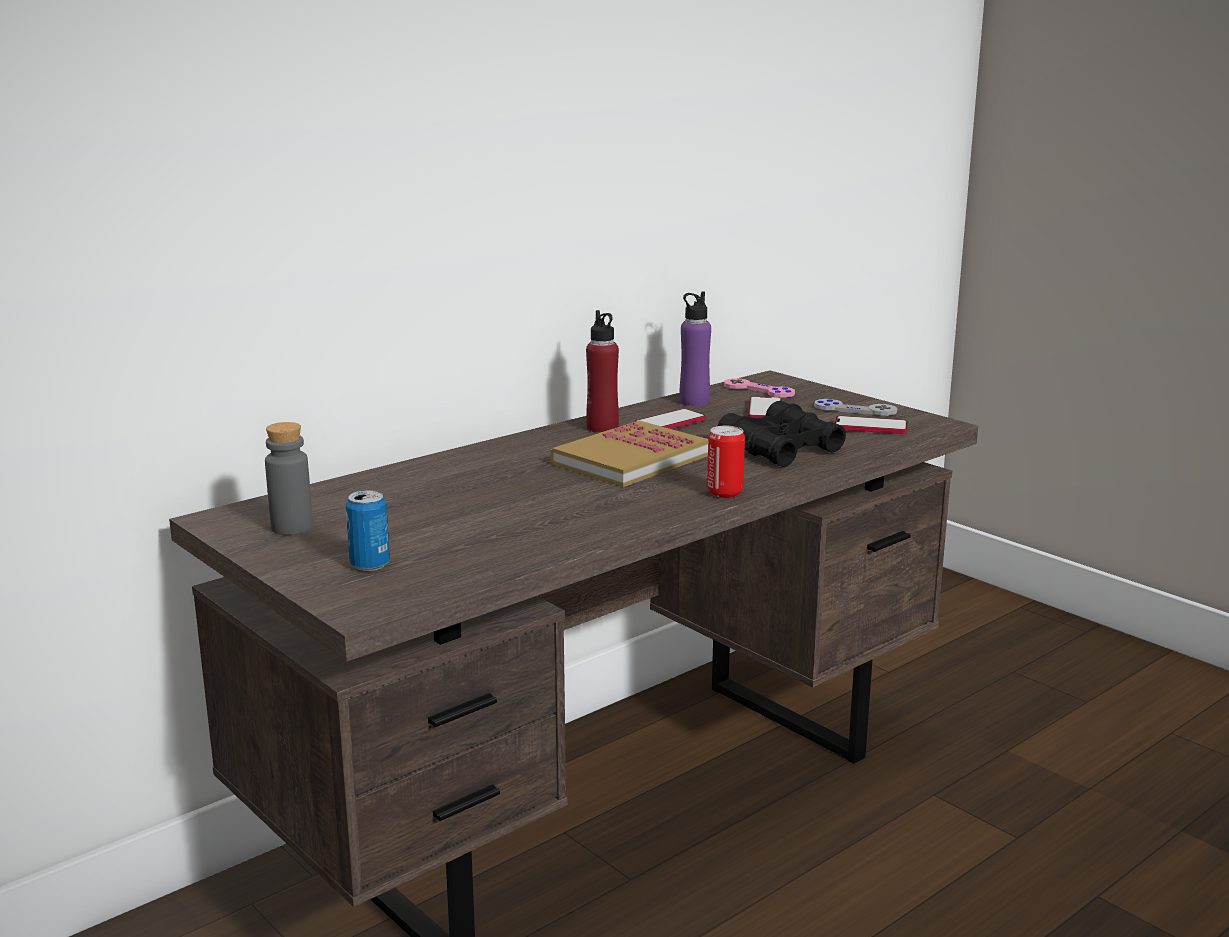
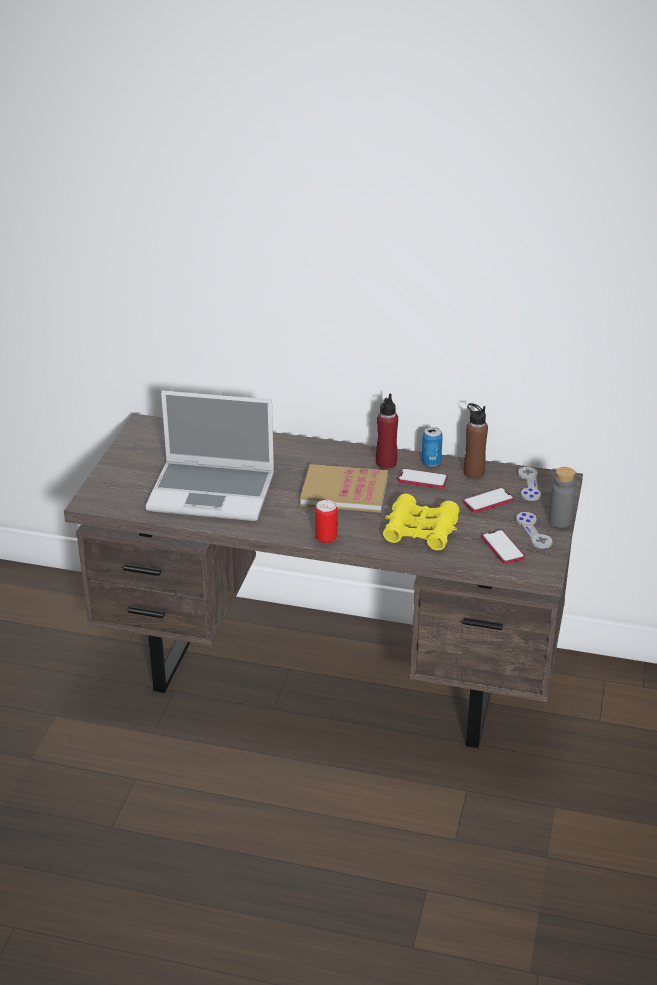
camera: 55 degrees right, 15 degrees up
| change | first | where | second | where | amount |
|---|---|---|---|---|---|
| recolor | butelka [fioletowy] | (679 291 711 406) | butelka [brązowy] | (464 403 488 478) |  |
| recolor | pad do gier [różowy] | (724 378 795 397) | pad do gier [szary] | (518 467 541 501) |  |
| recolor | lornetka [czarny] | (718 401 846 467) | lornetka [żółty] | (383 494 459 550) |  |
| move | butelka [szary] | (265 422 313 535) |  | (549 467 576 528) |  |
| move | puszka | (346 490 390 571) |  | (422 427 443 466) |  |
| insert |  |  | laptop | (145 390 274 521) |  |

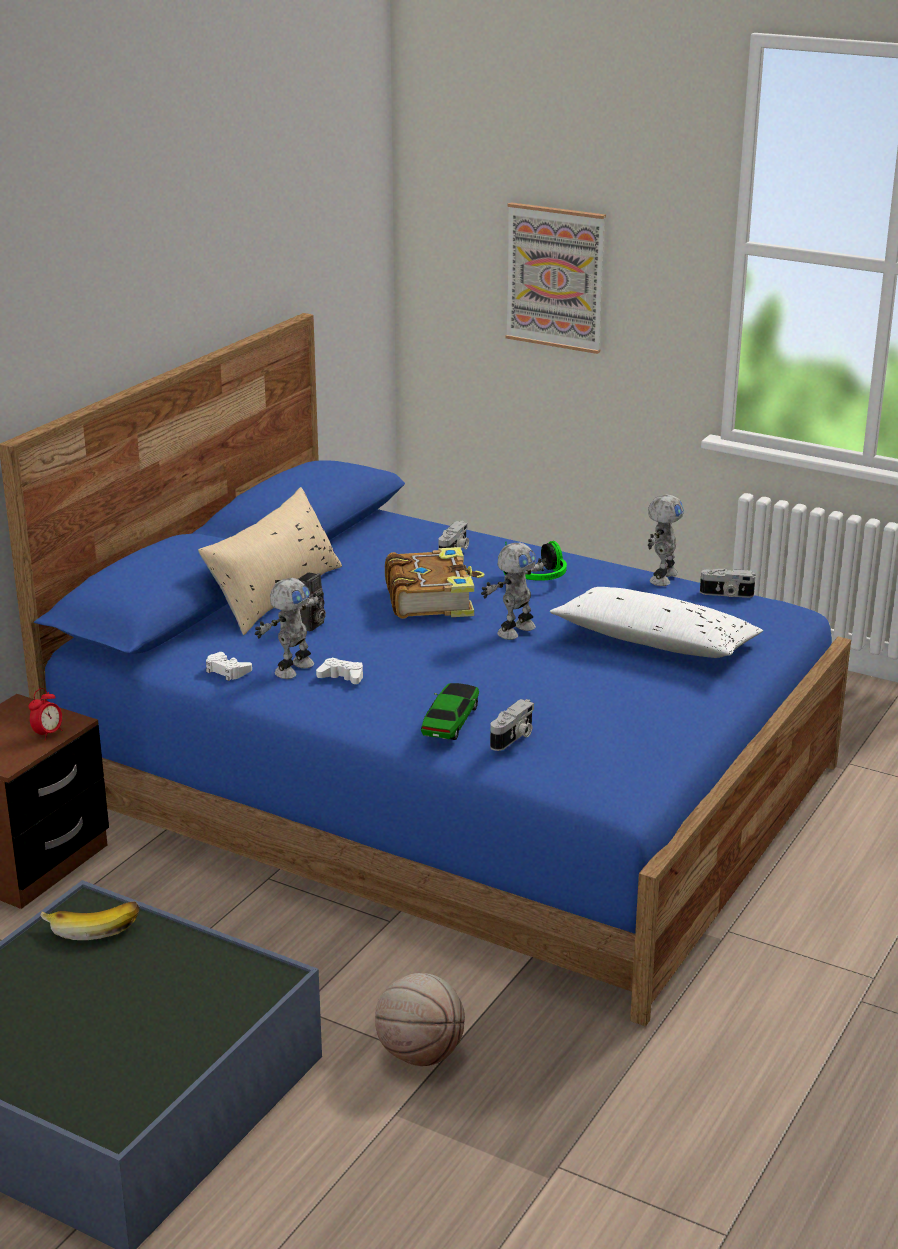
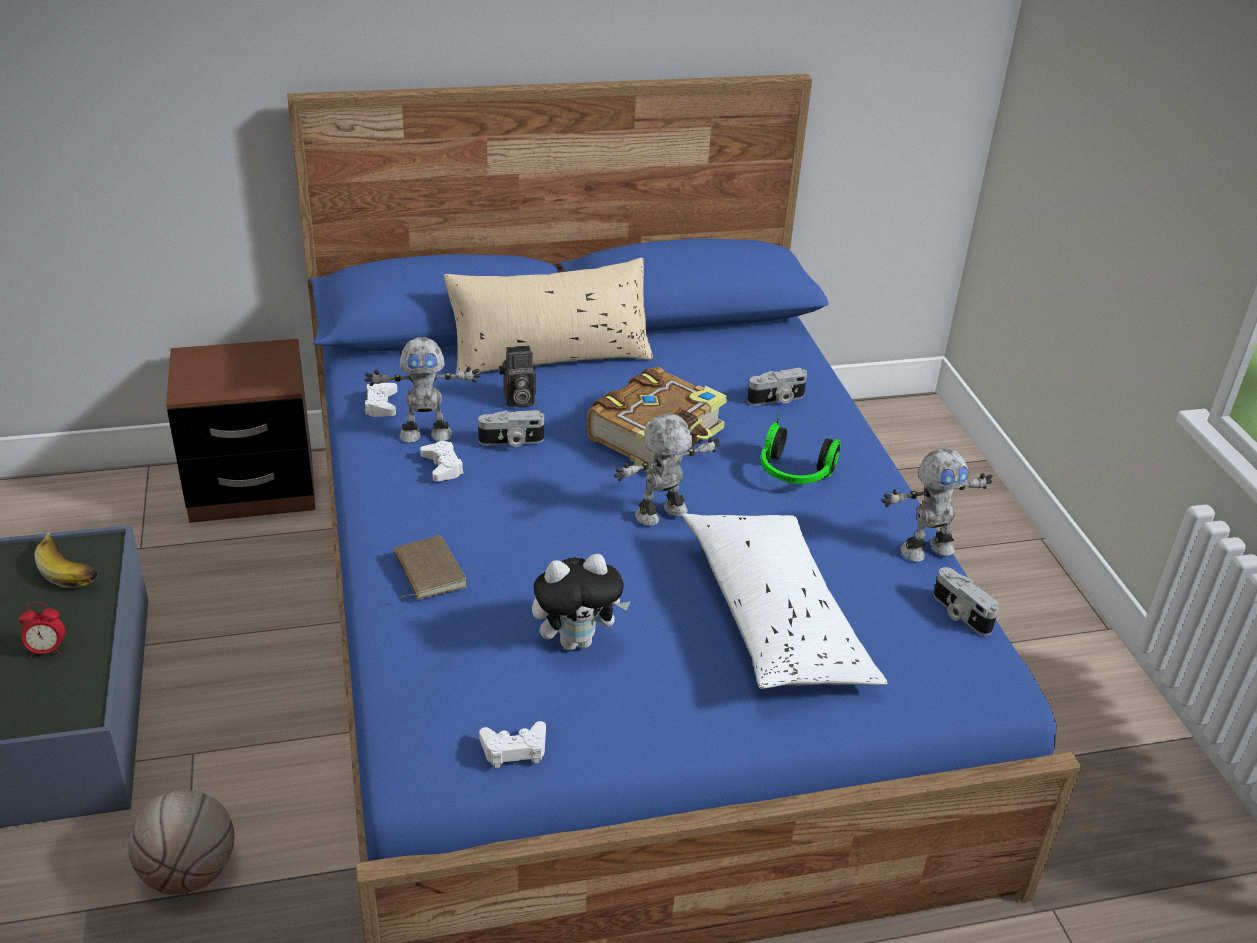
camera: 45 degrees right, 10 degrees up
| change | first | where | second | where | amount |
|---|---|---|---|---|---|
| delete | obraz | (505 202 606 354) |  |  |  |
| rotate | robot zabawkowy | (481 543 547 640) |  | (614 413 721 526) | 150 degrees clockwise |
| replace | samochodzik | (421 683 479 740) | książka [brązowy] | (394 535 467 600) |  |
| move | budzik | (29 688 62 741) |  | (18 602 65 658) |  |
| move | aparat fotograficzny | (490 699 534 751) |  | (478 410 544 447) |  |
| insert |  |  | pluszak | (532 554 631 650) |  |
| insert |  |  | pad do gier [biały] | (479 721 546 768) |  |

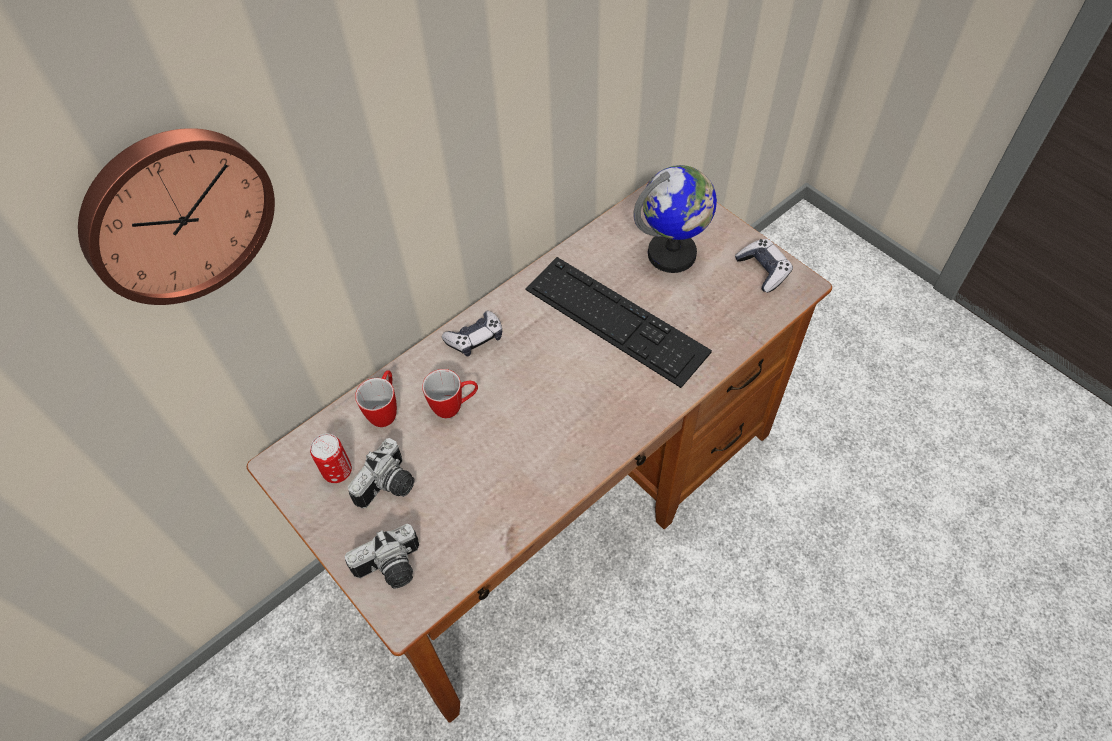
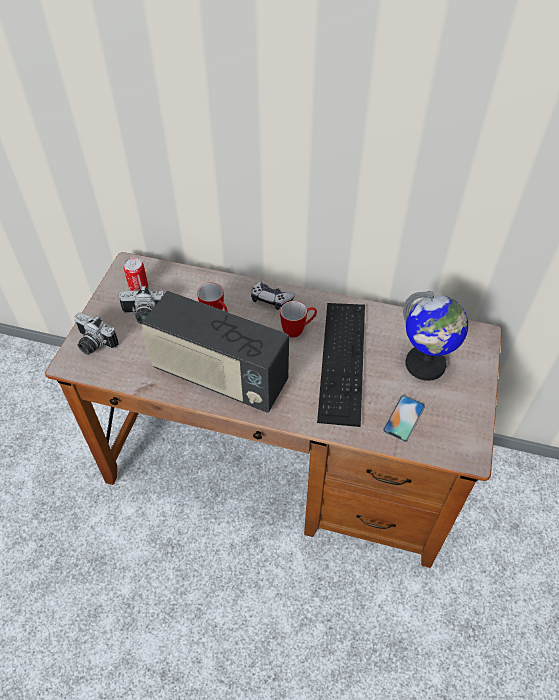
camera: 55 degrees right, 5 degrees down
| change | first | where | second | where | amount |
|---|---|---|---|---|---|
| delete | zegar ścienny | (78 128 275 305) |  |  |  |
| delete | pad do gier | (735 239 793 293) |  |  |  |
| move | kubek | (355 370 397 427) |  | (280 301 317 338) |  |
| insert |  |  | radio | (141 290 289 413) |  |
| insert |  |  | telefon | (383 395 425 442) |  |

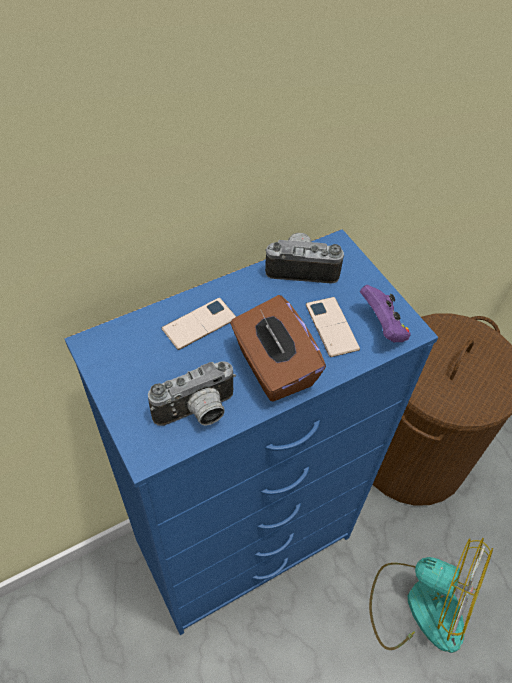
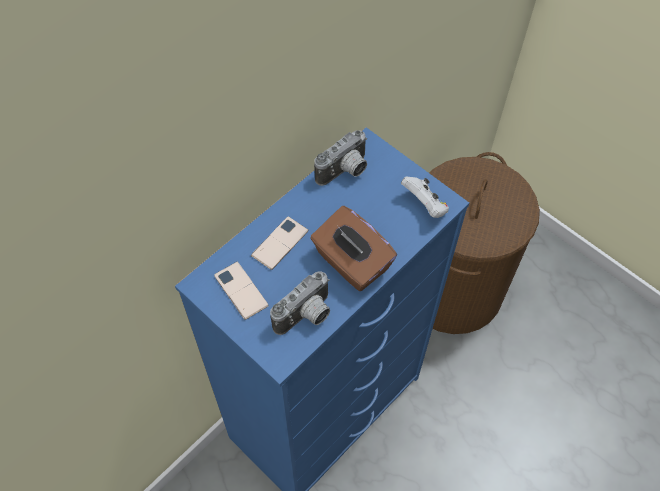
camera: 15 degrees left, 5 degrees up
| change | first | where | second | where | amount |
|---|---|---|---|---|---|
| rotate | aparat fotograficzny | (265 233 344 284) |  | (314 130 367 186) | 150 degrees clockwise |
| recolor | pad do gier [fioletowy] | (360 285 411 342) | pad do gier [biały] | (401 177 449 218) |  |
| move | telefon | (306 297 360 357) |  | (214 262 269 320) |  |
| delete | wentylator | (369 538 493 653) |  |  |  |

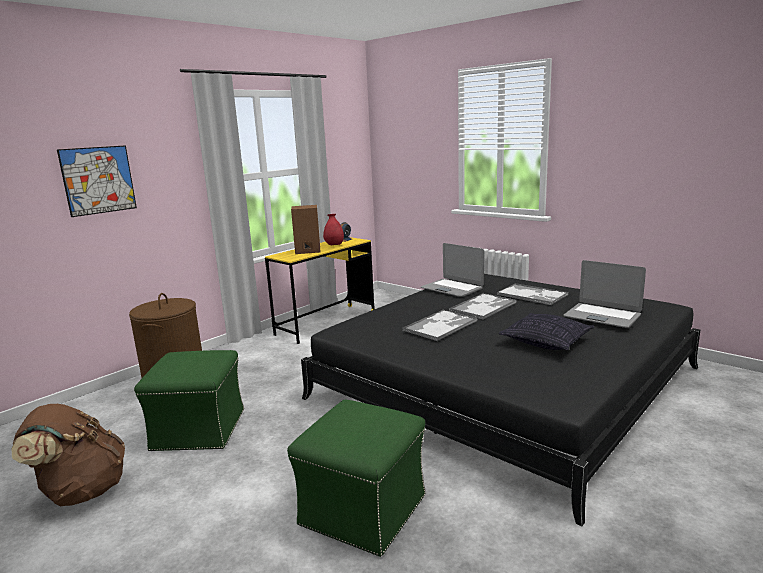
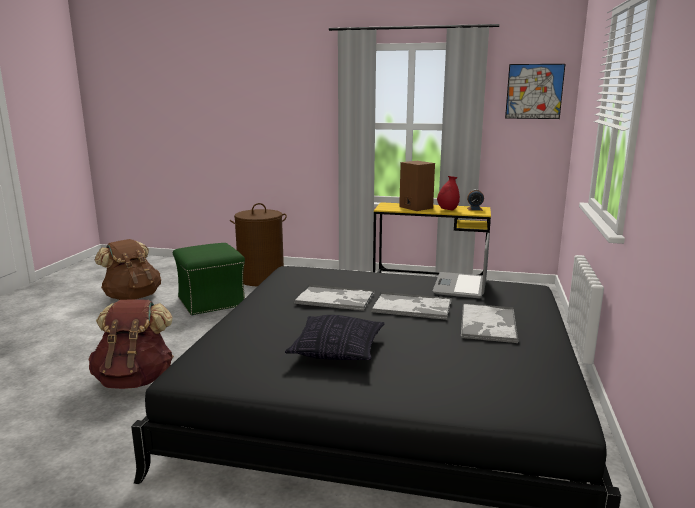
camera: 60 degrees right, 0 degrees up
| change | first | where | second | where | amount |
|---|---|---|---|---|---|
| move | obraz | (57 145 137 217) |  | (505 64 565 119) |  |
| delete | laptop | (563 260 646 328) |  |  |  |
| replace | pufa [zielony] | (287 400 425 557) | plecak [brązowy] | (88 300 174 389) |  |

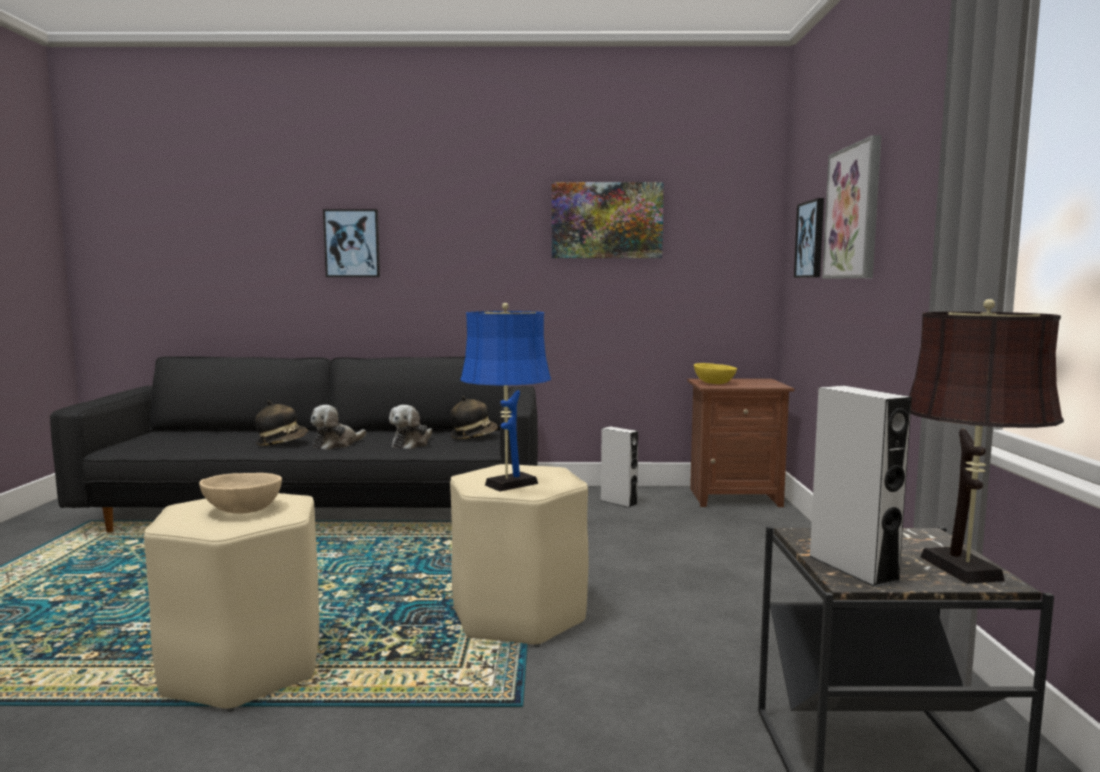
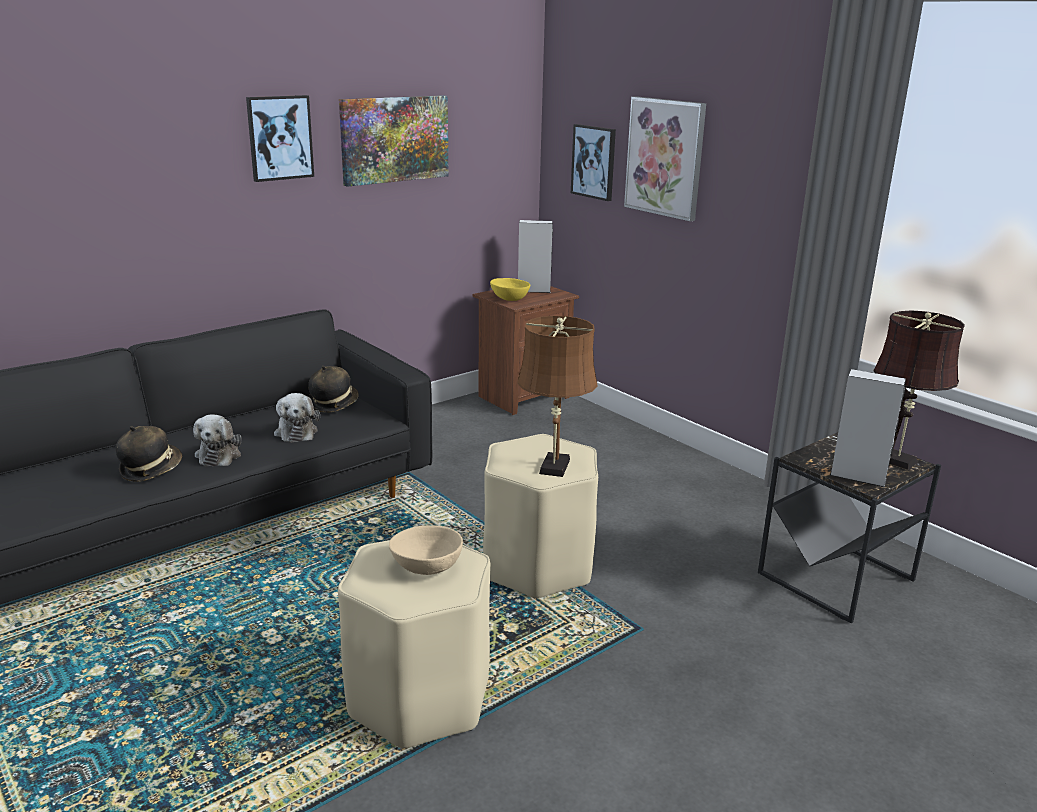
camera: 40 degrees left, 15 degrees up
| change | first | where | second | where | amount |
|---|---|---|---|---|---|
| move | obraz | (323 209 380 277) |  | (246 95 314 182) |  |
| recolor | lampa stołowa [niebieski] | (460 303 551 491) | lampa stołowa [brązowy] | (517 316 597 477) |  |
| move | głośnik [szary] | (601 426 638 508) |  | (518 220 553 293) |  |

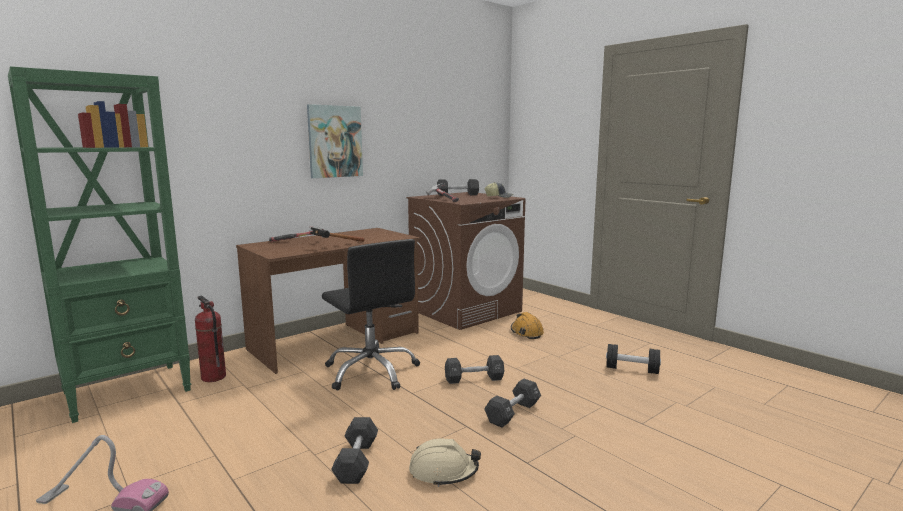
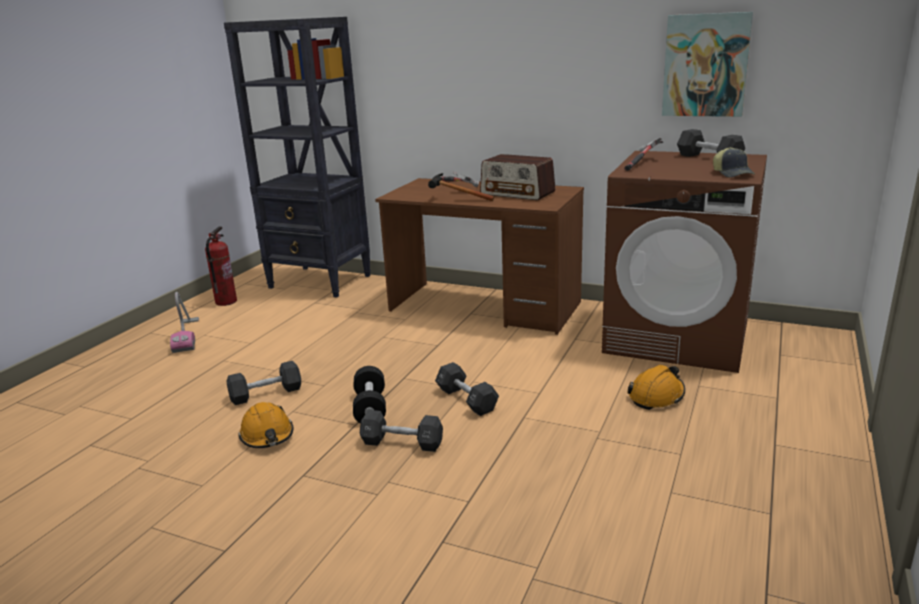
camera: 65 degrees right, 10 degrees up
| change | first | where | second | where | amount |
|---|---|---|---|---|---|
| recolor | regał [zielony] | (8 66 191 423) | regał [czarny] | (224 17 371 298) |  |
| move | obraz | (307 104 363 178) |  | (662 12 753 117) |  |
| delete | krzesło biurowe [czarny] | (322 239 420 391) |  |  |  |
| move | gaśnica | (195 296 226 382) |  | (205 226 237 306) |  |
| move | hantel [czarny] | (606 344 661 374) |  | (353 366 386 423) |  |
| recolor | kask [beżowy] | (409 439 481 487) | kask [pomarańczowy] | (238 402 293 448) |  |
| insert |  |  | radio | (480 154 555 200) |  |

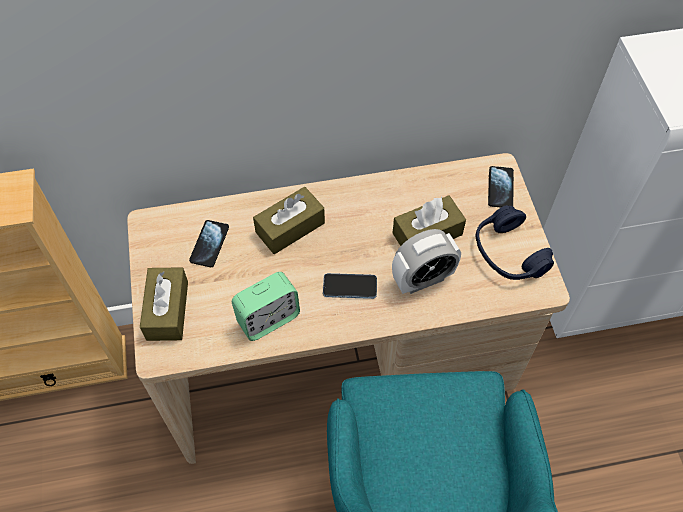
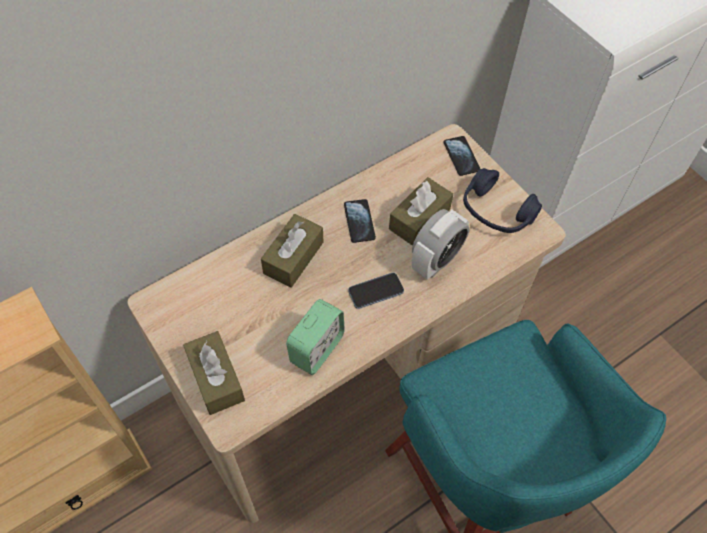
camera: 25 degrees left, 0 degrees up
| change | first | where | second | where | amount |
|---|---|---|---|---|---|
| move | telefon | (189 220 229 267) |  | (344 199 376 243) |  |

